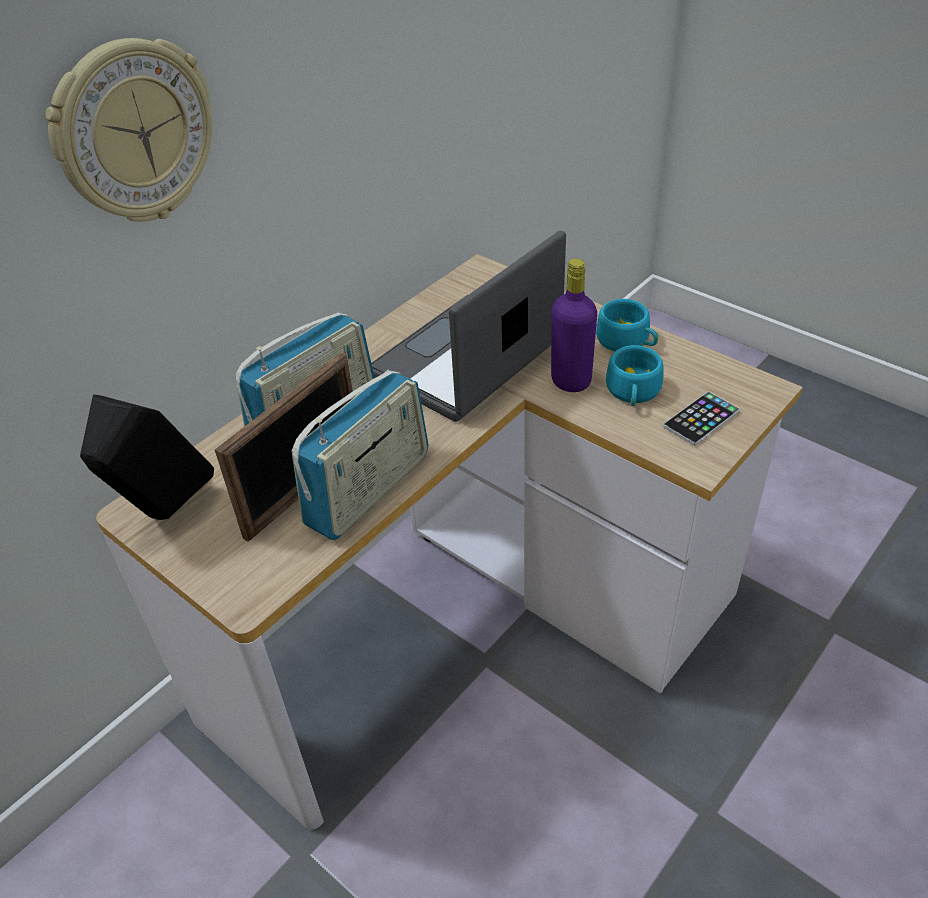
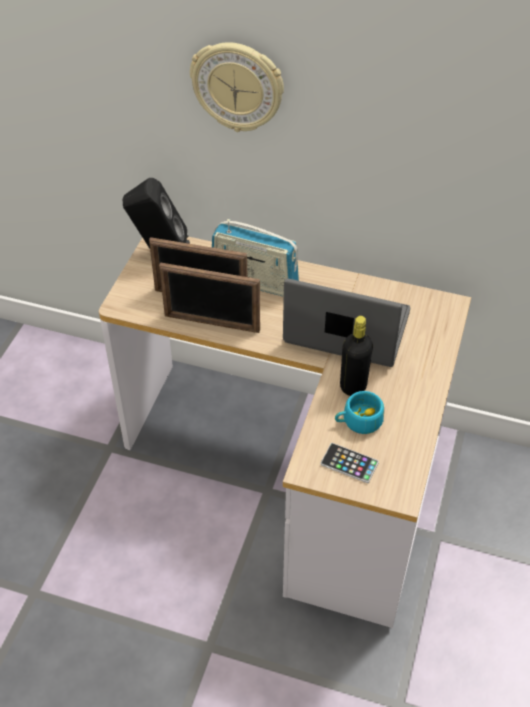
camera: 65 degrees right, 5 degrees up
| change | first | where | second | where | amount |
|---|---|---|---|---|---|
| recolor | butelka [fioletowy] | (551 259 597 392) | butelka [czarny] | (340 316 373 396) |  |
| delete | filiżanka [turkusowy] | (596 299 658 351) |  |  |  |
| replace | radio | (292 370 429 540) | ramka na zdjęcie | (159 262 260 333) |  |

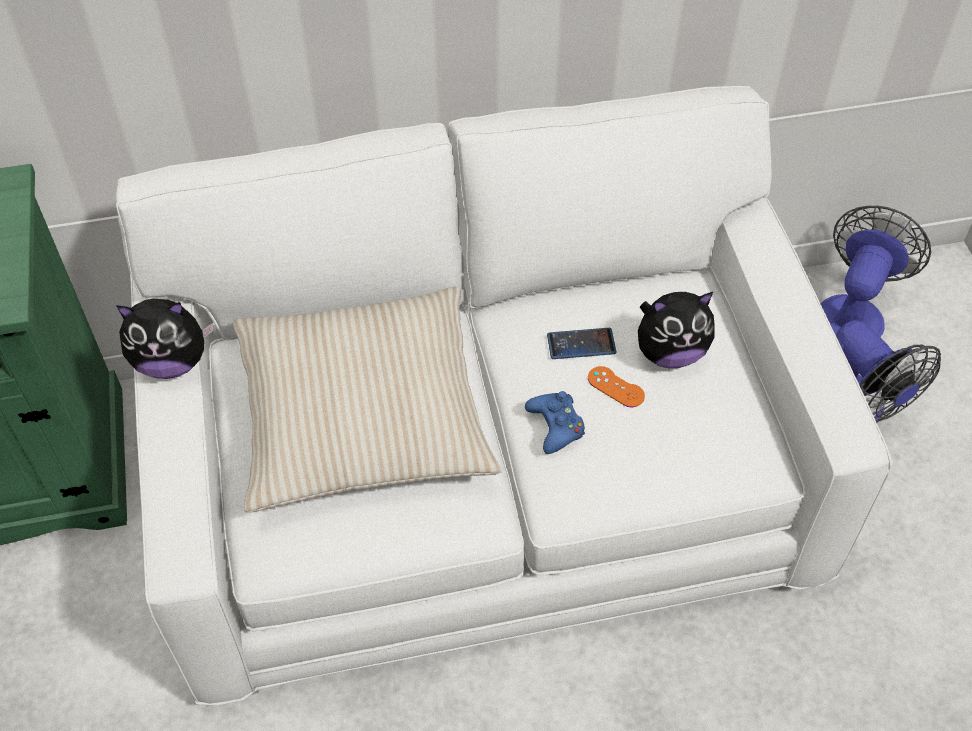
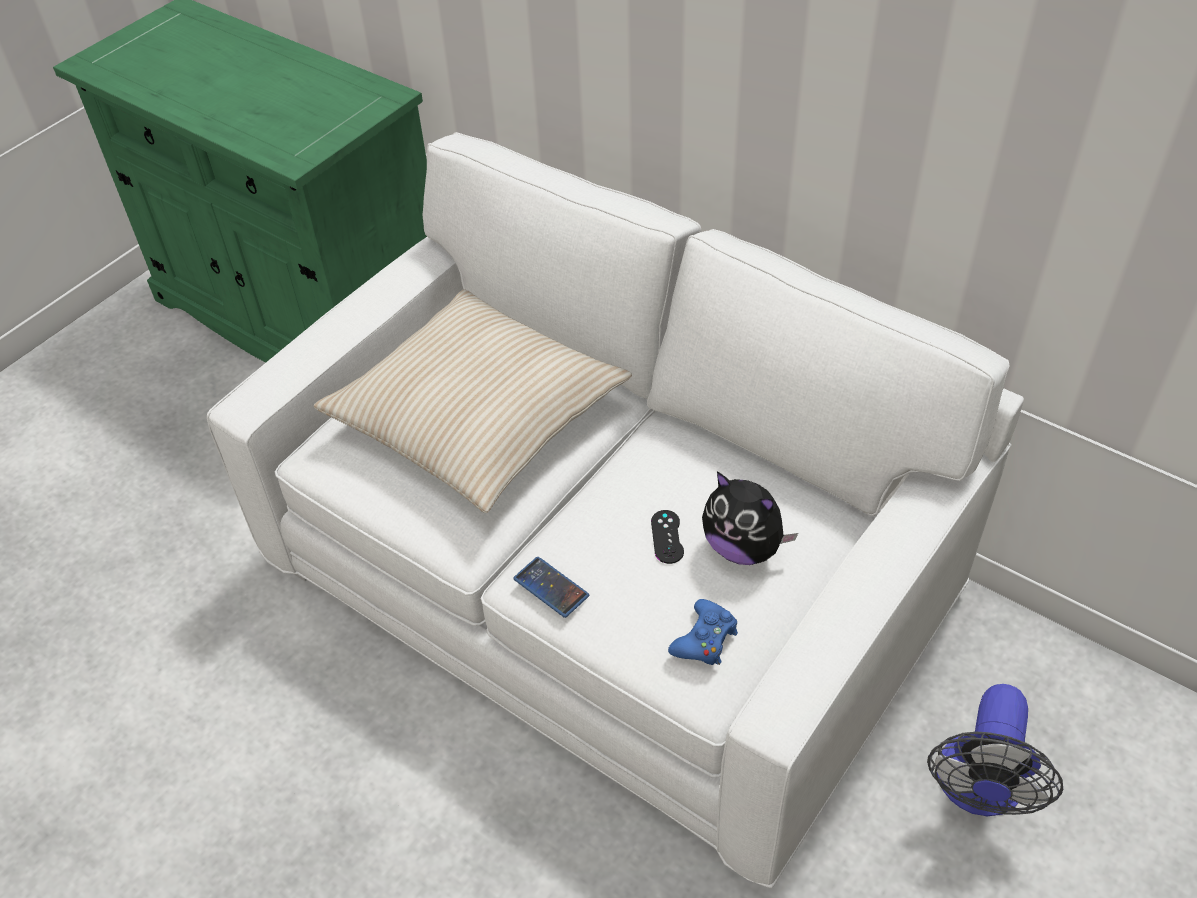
camera: 50 degrees right, 5 degrees down
| change | first | where | second | where | amount |
|---|---|---|---|---|---|
| delete | wentylator | (820 205 931 337) |  |  |  |
| delete | pluszak | (116 299 213 379) |  |  |  |
| move | telefon | (547 328 616 359) |  | (513 557 589 618) |  |
| recolor | pad do gier [pomarańczowy] | (588 366 645 407) | pad do gier [czarny] | (651 510 684 564) |  |
| move | pad do gier [niebieski] | (525 391 585 454) |  | (668 599 738 665) |  |

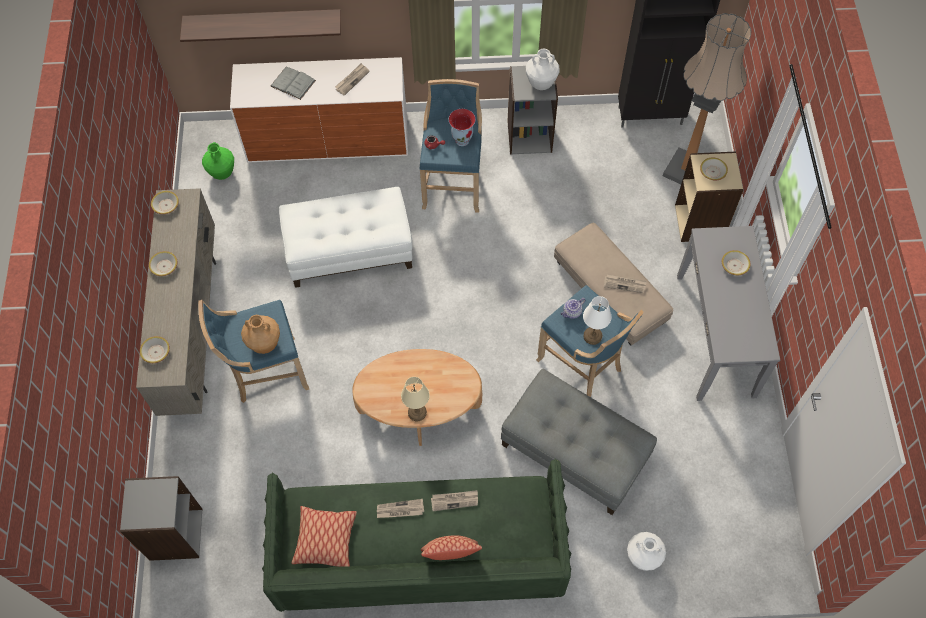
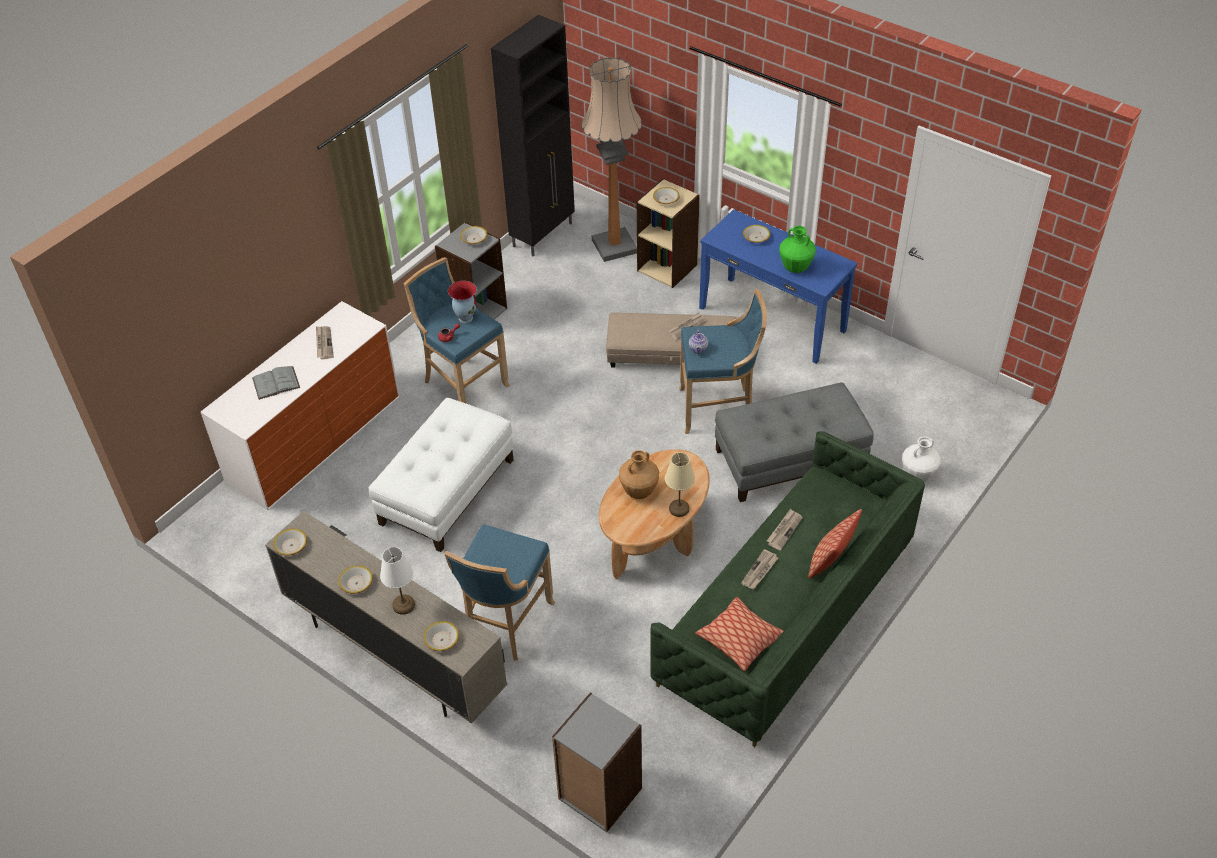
camera: 50 degrees left, 15 degrees down
| change | first | where | second | where | amount |
|---|---|---|---|---|---|
| delete | półka | (180 9 341 42) |  |  |  |
| replace | wazon [biały] | (526 49 560 90) | miska | (460 226 487 244) |  |
| move | wazon [zielony] | (202 142 234 180) |  | (779 226 816 273) |  |
| recolor | stolik konsolowy [szary] | (677 226 780 401) | stolik konsolowy [niebieski] | (699 209 857 364) |  |
| move | lampa stołowa [biały] | (583 296 611 345) |  | (380 547 415 615) |  |
| move | wazon [brązowy] | (241 315 280 354) |  | (619 450 659 499) |  |

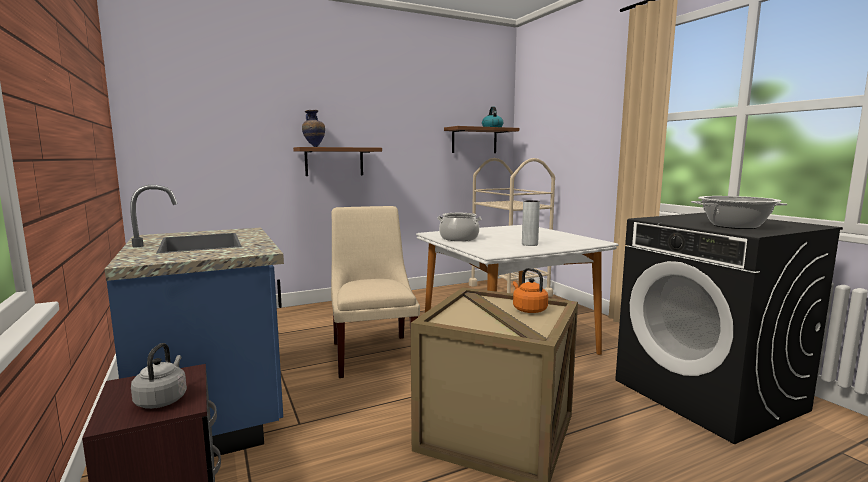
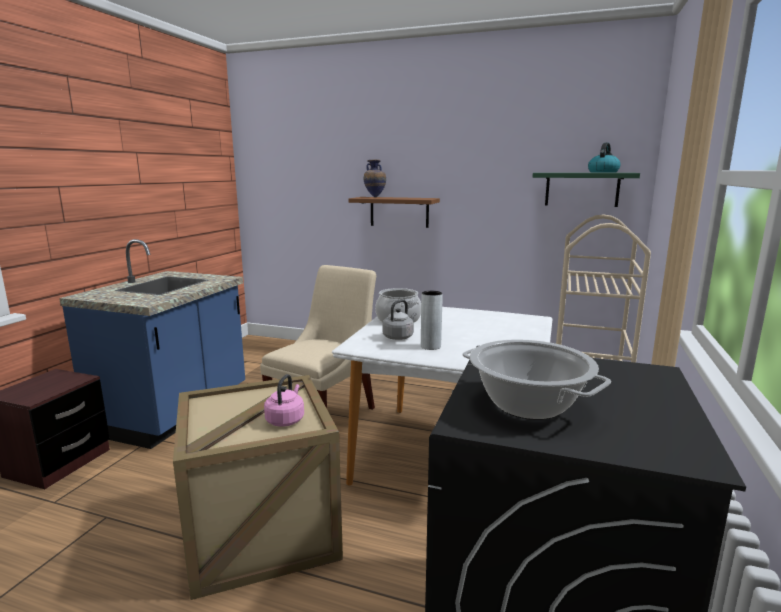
camera: 45 degrees right, 5 degrees up
| change | first | where | second | where | amount |
|---|---|---|---|---|---|
| recolor | półka [brązowy] | (444 126 519 153) | półka [zielony] | (532 173 640 207) |  |
| recolor | czajnik [pomarańczowy] | (513 268 548 313) | czajnik [różowy] | (264 374 304 427) |  |
| move | czajnik [szary] | (131 343 187 409) |  | (382 300 417 340) |  |

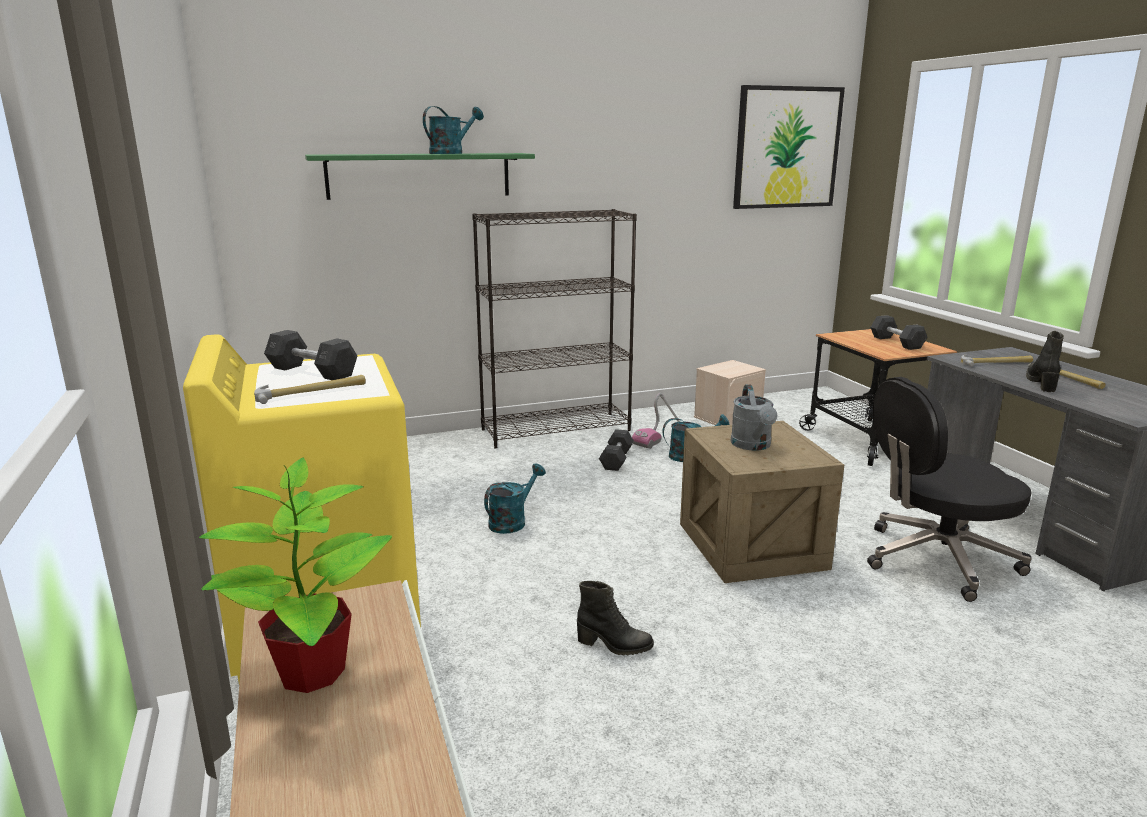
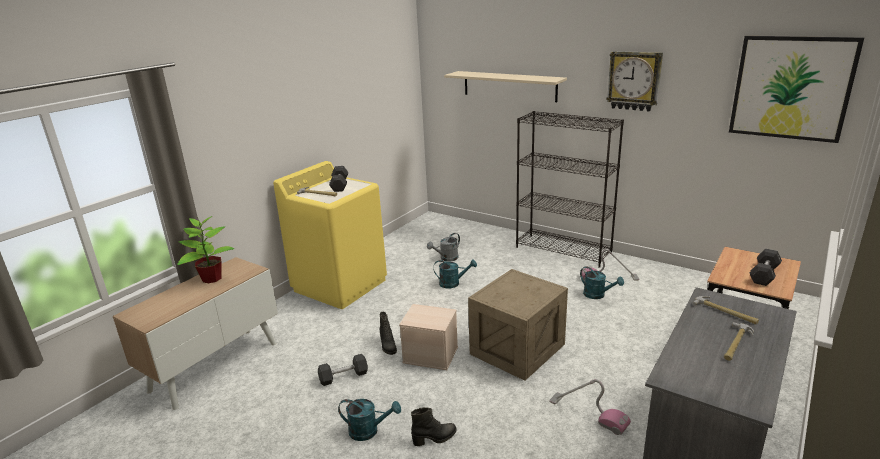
camera: 55 degrees right, 5 degrees up
| change | first | where | second | where | amount |
|---|---|---|---|---|---|
| move | konewka [turkusowy] | (423 106 484 154) |  | (338 399 401 441) |  |
| recolor | półka [zielony] | (305 153 535 200) | półka [beżowy] | (444 71 567 102) |  |
| move | but z cholewką [czarny] | (1026 331 1064 392) |  | (411 407 456 446) |  |
| move | pojemnik do przechowywania [beżowy] | (694 360 766 426) |  | (399 304 458 370) |  |
| replace | krzesło biurowe [czarny] | (867 377 1032 602) | odkurzacz | (549 379 631 435) |  |
| move | konewka [szary] | (730 384 778 451) |  | (427 233 460 262) |  |
| move | hantel [szary] | (599 429 634 471) |  | (318 354 368 386) |  |
| insert |  |  | zegar ścienny | (606 51 663 112) |  |

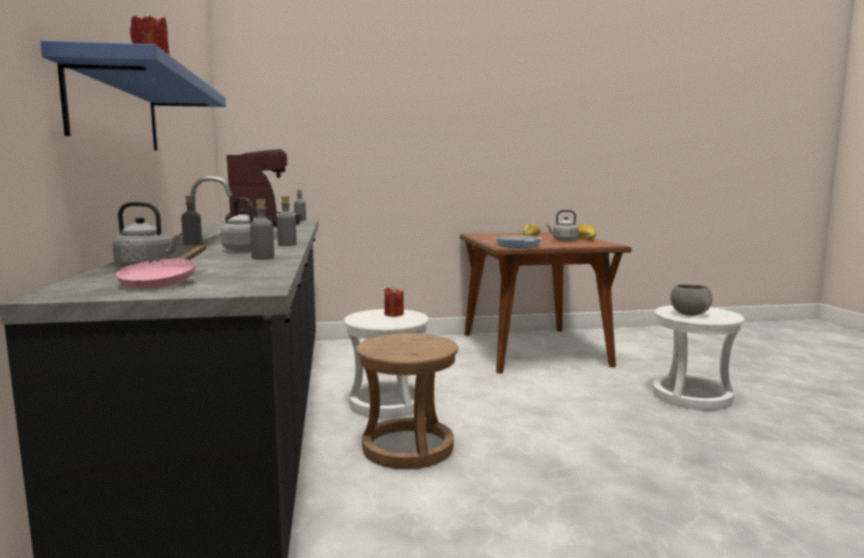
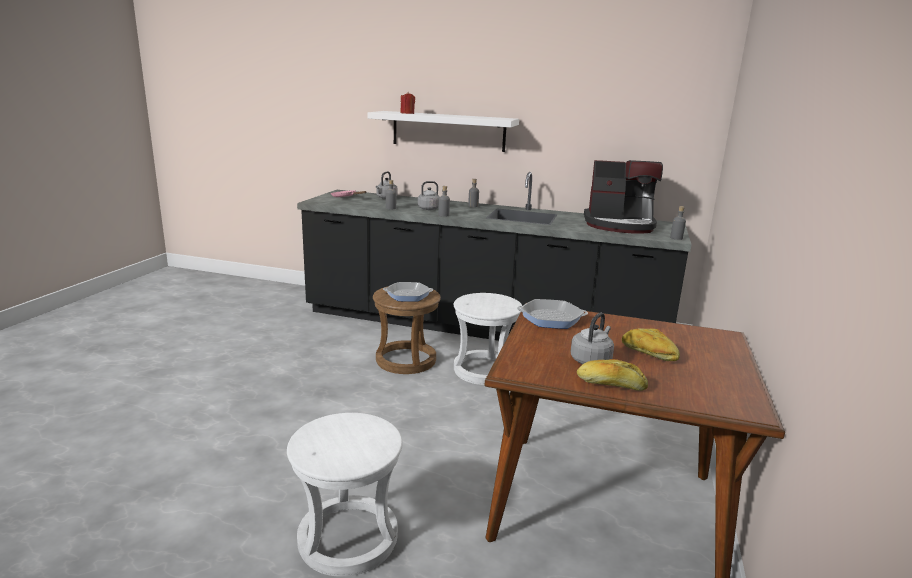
camera: 115 degrees right, 10 degrees up
| change | first | where | second | where | amount |
|---|---|---|---|---|---|
| recolor | półka [niebieski] | (40 40 226 151) | półka [biały] | (367 111 519 152) |  |
| delete | miska [szary] | (670 284 713 315) |  |  |  |
| delete | świeca [czerwony] | (384 287 404 317) |  |  |  |
| insert |  |  | patelnia | (383 282 433 302) |  |

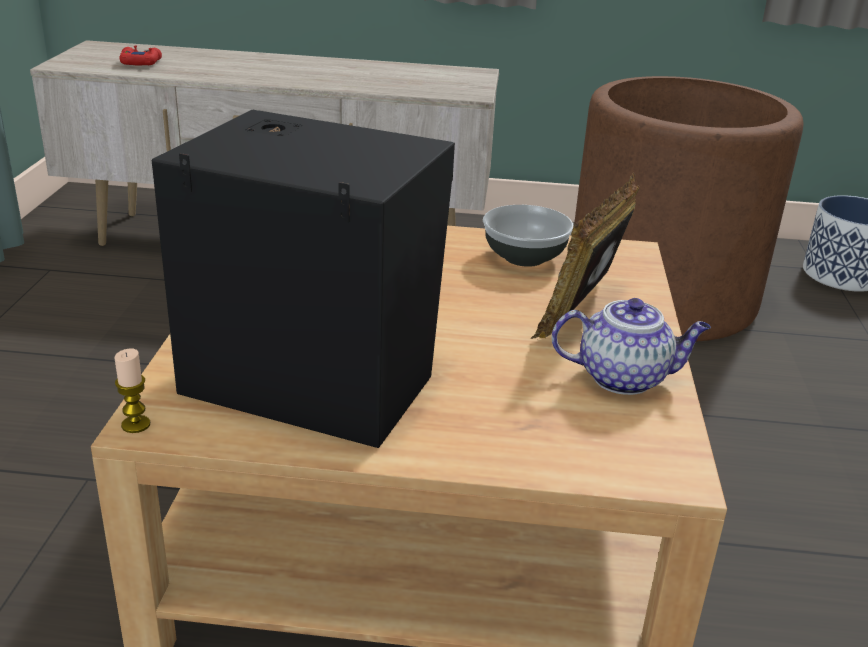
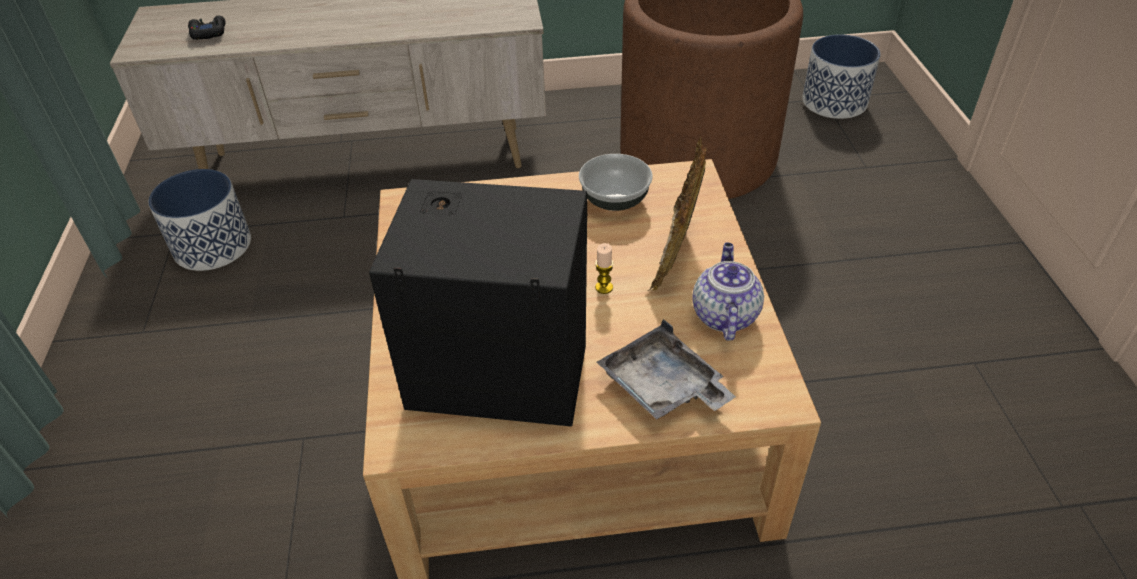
camera: 10 degrees left, 15 degrees up
| change | first | where | second | where | amount |
|---|---|---|---|---|---|
| recolor | pad do gier [czerwony] | (120 46 162 66) | pad do gier [czarny] | (188 16 226 40) |  |
| rotate | imbryk | (552 298 711 395) |  | (692 242 764 341) | 75 degrees counterclockwise |
| move | świeca | (115 348 150 433) |  | (595 243 614 294) |  |
| insert |  |  | donica | (148 169 251 271) |  |
| insert |  |  | taca [szary] | (597 319 736 420) |  |

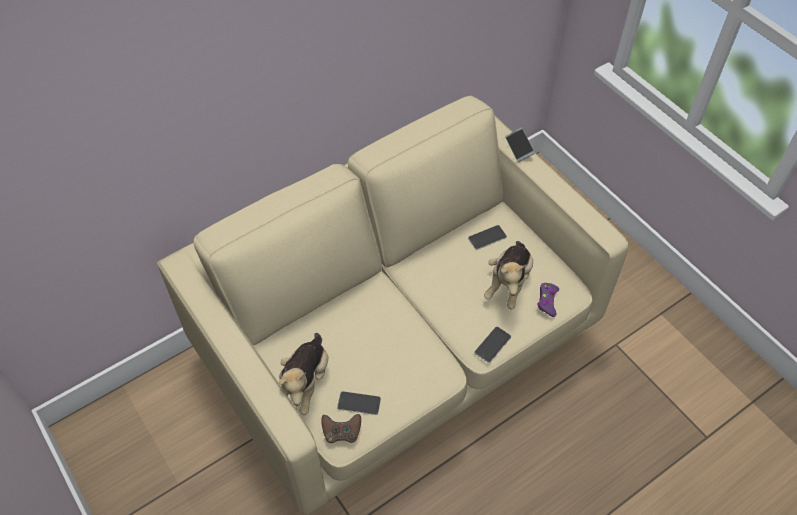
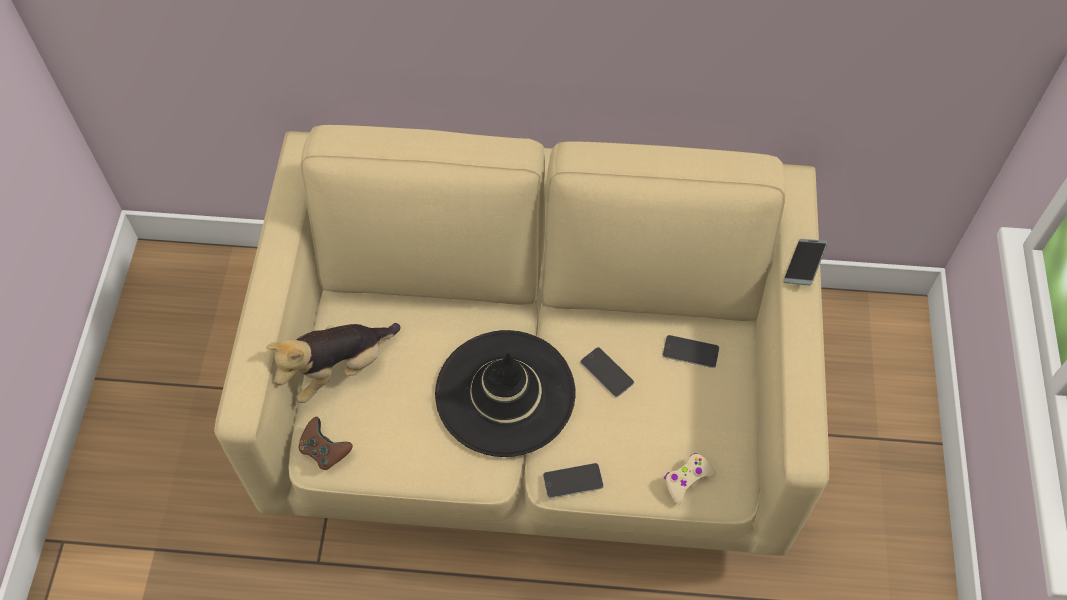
camera: 40 degrees right, 5 degrees up
| change | first | where | second | where | amount |
|---|---|---|---|---|---|
| delete | pluszak | (484 241 533 309) |  |  |  |
| recolor | pad do gier [fioletowy] | (538 283 559 317) | pad do gier [beżowy] | (664 453 716 505) |  |
| move | telefon | (337 391 381 415) |  | (580 347 634 398) |  |
| insert |  |  | kapelusz [czarny] | (435 330 575 457) |  |

